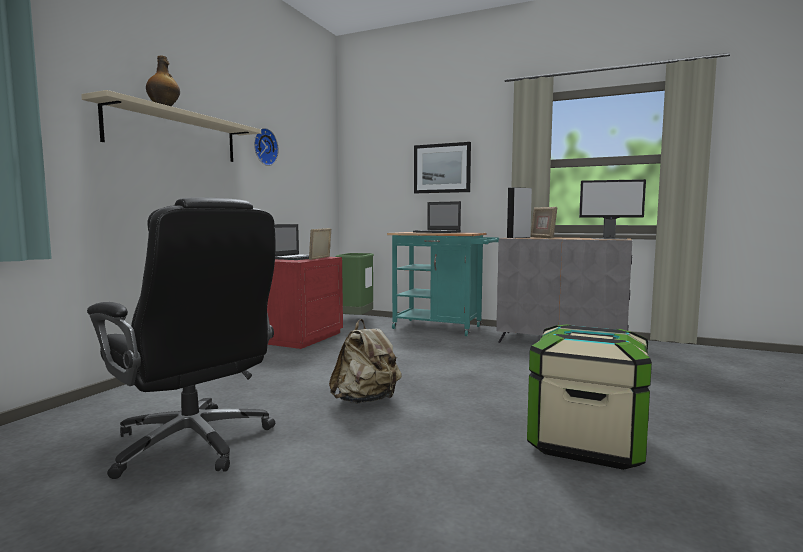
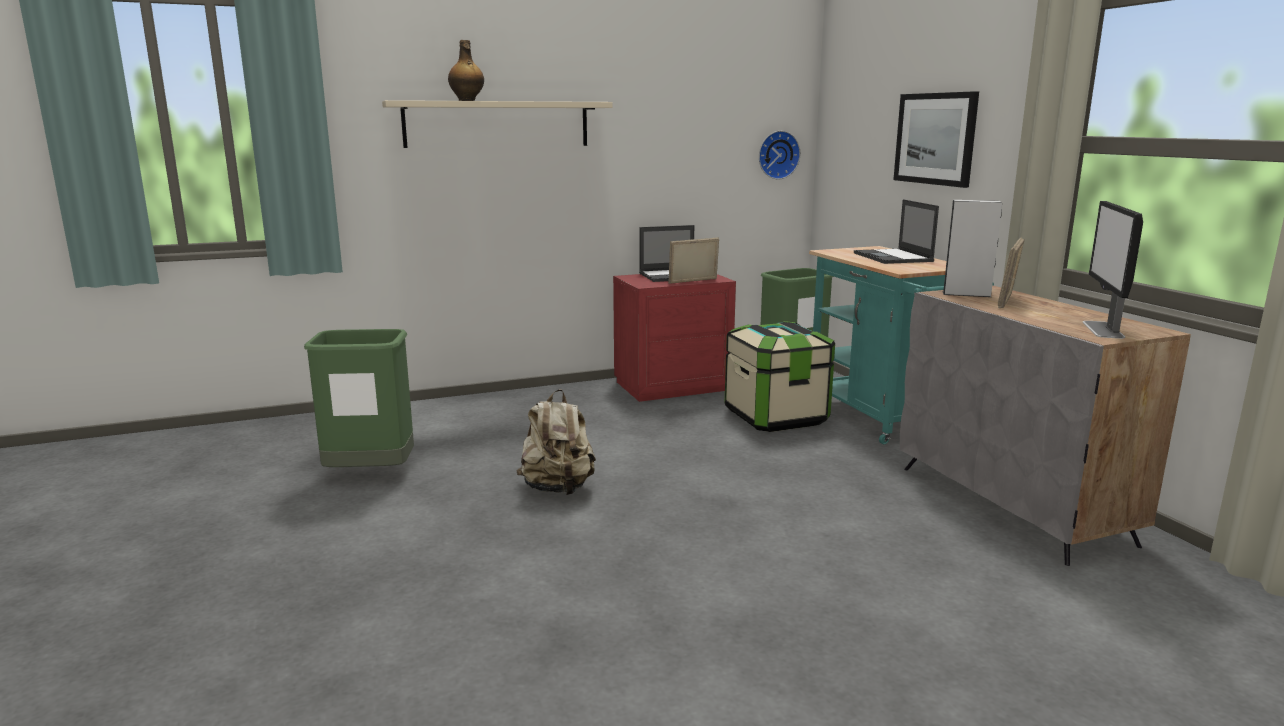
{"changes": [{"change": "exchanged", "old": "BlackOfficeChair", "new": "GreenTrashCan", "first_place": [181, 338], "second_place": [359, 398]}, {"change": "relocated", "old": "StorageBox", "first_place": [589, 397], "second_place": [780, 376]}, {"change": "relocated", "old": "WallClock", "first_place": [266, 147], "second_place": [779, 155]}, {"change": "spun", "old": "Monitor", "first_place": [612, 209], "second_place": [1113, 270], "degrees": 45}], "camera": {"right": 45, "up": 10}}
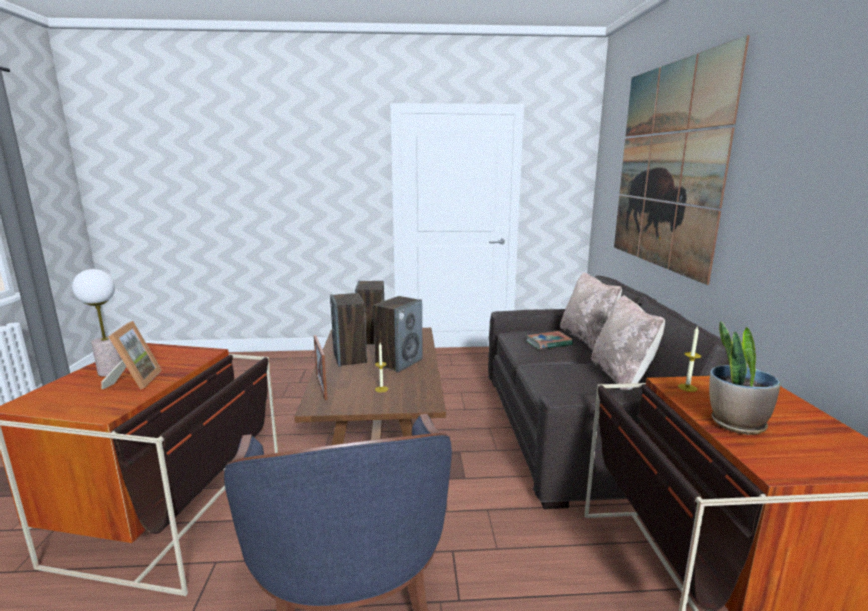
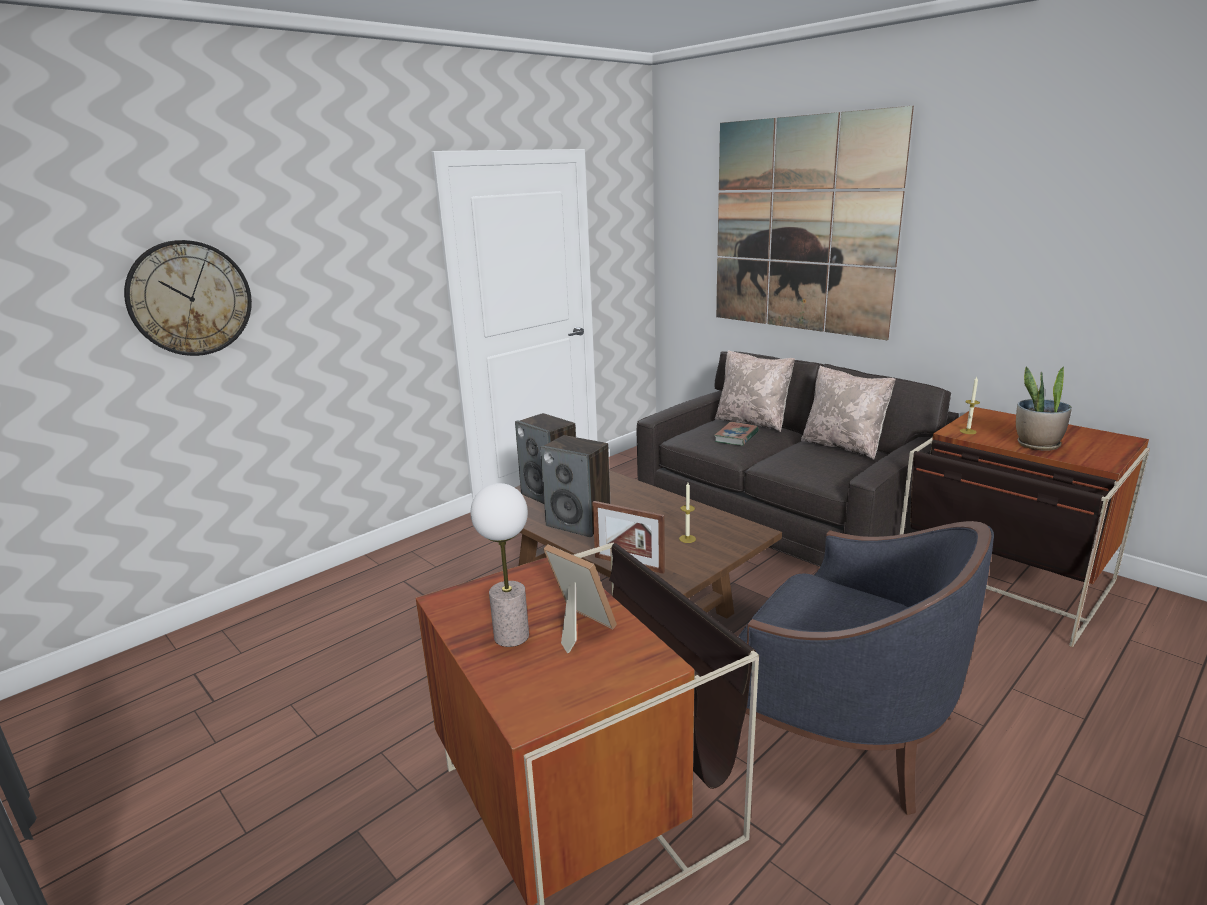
{"changes": [{"change": "appeared", "new": "WallClock", "second_place": [188, 298]}, {"change": "missing", "old": "Speaker", "first_place": [398, 334]}], "camera": {"right": -40, "up": 5}}
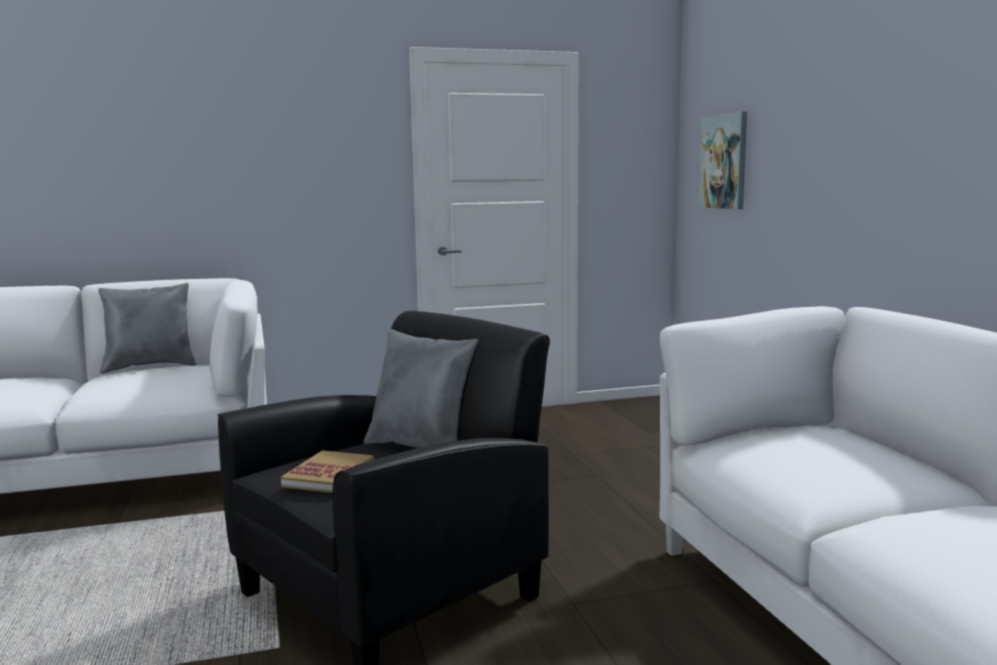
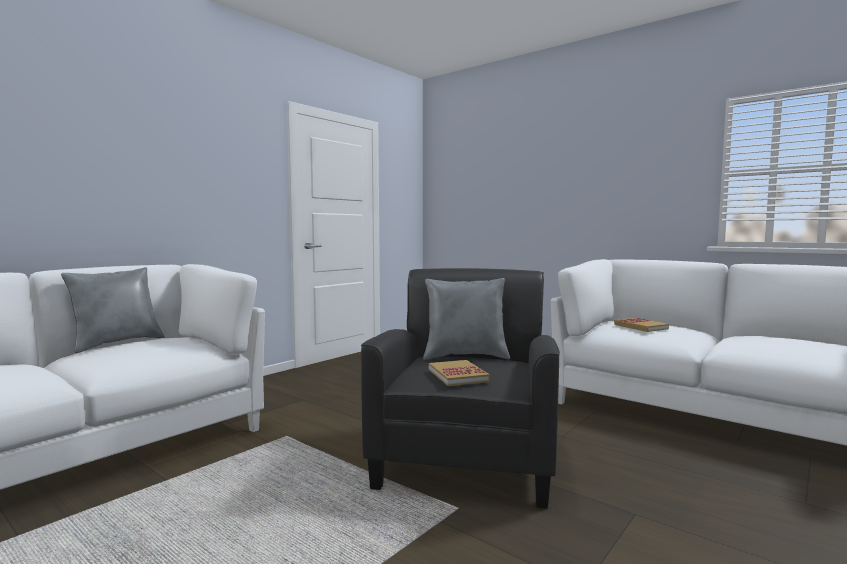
{"changes": [{"change": "appeared", "new": "Book", "second_place": [641, 325]}, {"change": "missing", "old": "Picture", "first_place": [723, 160]}], "camera": {"right": -35, "up": -5}}
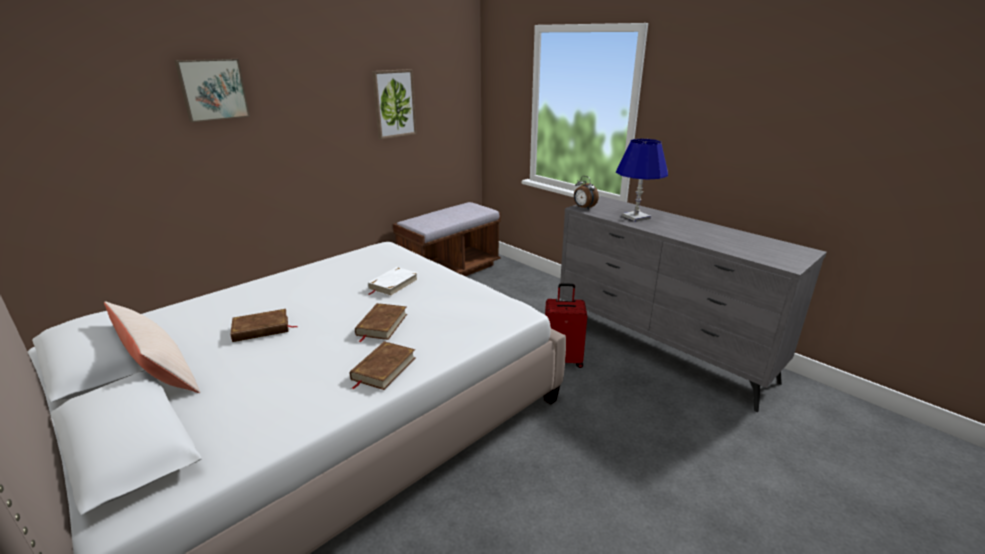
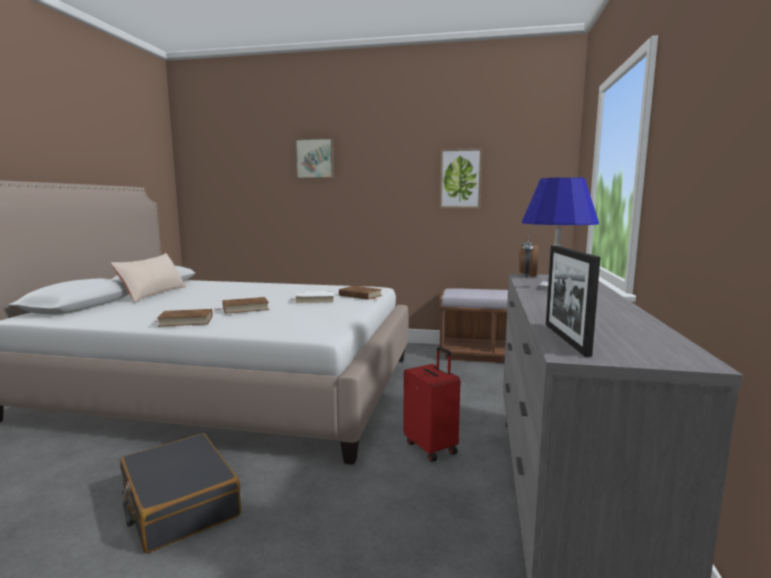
{"changes": [{"change": "appeared", "new": "BlackSuitcase", "second_place": [180, 493]}, {"change": "relocated", "old": "BrownBook", "first_place": [263, 325], "second_place": [360, 293]}, {"change": "appeared", "new": "PictureFrame", "second_place": [573, 301]}], "camera": {"right": 55, "up": -15}}
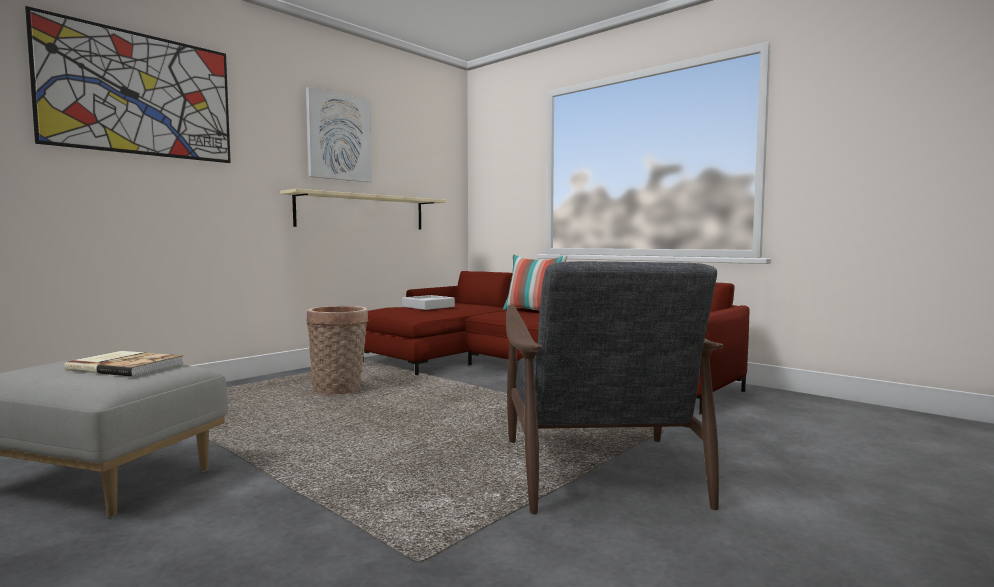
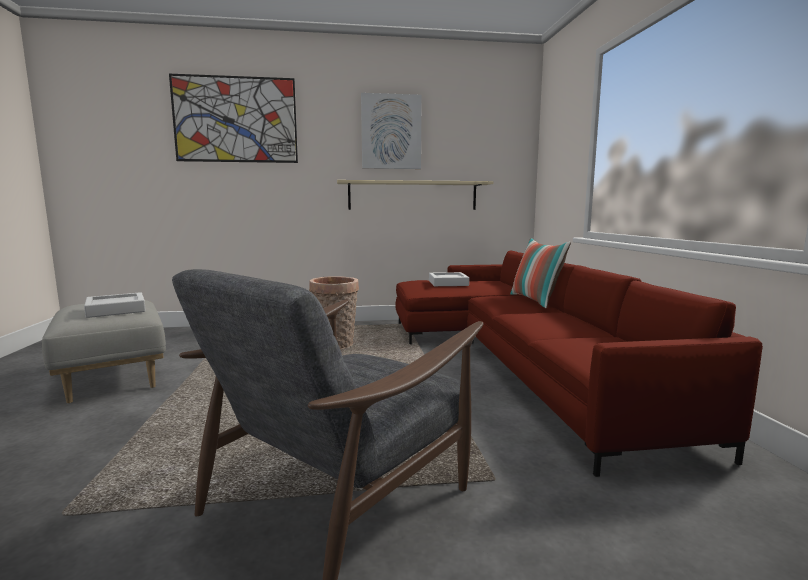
{"changes": [{"change": "exchanged", "old": "Book", "new": "GreyTray", "first_place": [124, 364], "second_place": [115, 305]}], "camera": {"right": 40, "up": 5}}
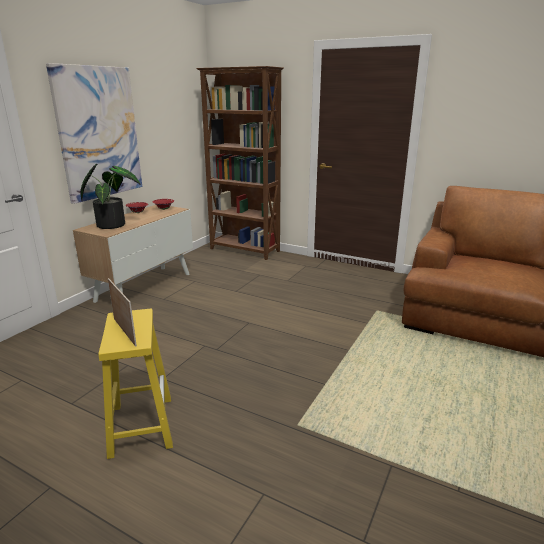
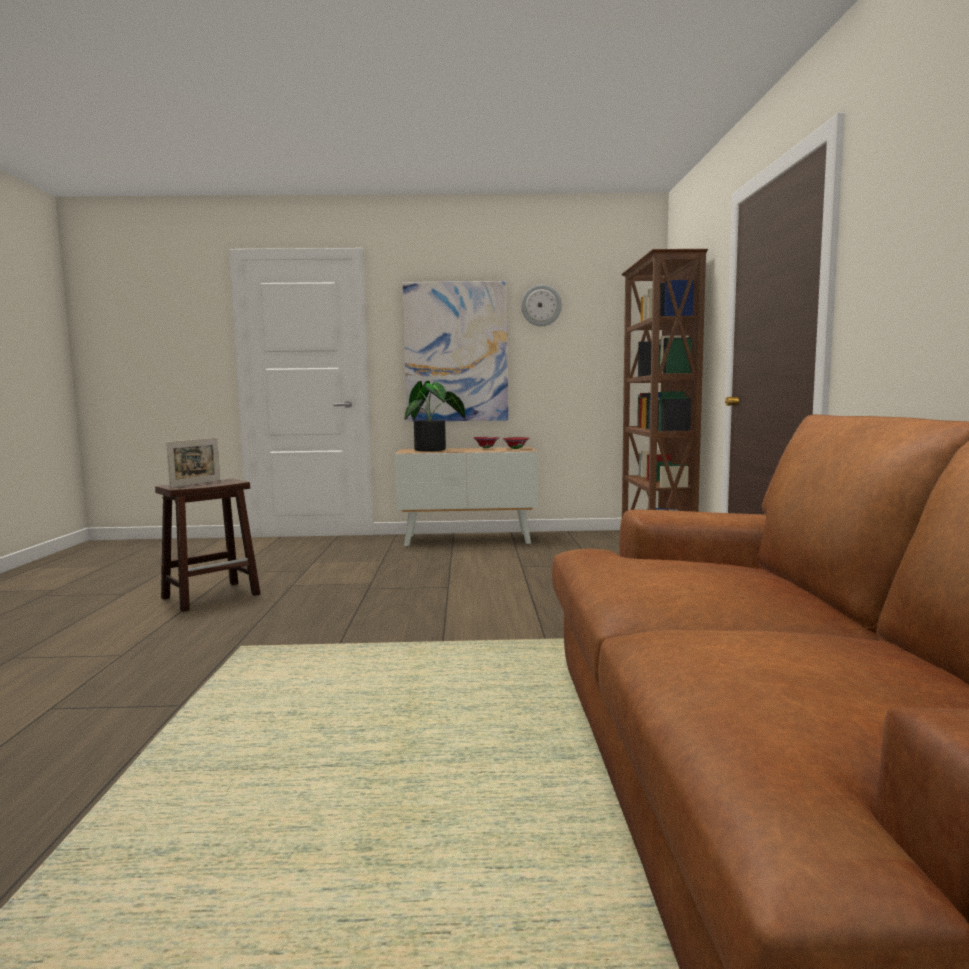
{"changes": [{"change": "colour", "old": "YellowStool", "new": "BrownStool", "first_place": [136, 384], "second_place": [208, 545]}, {"change": "appeared", "new": "WallClock", "second_place": [541, 305]}], "camera": {"right": 60, "up": -15}}
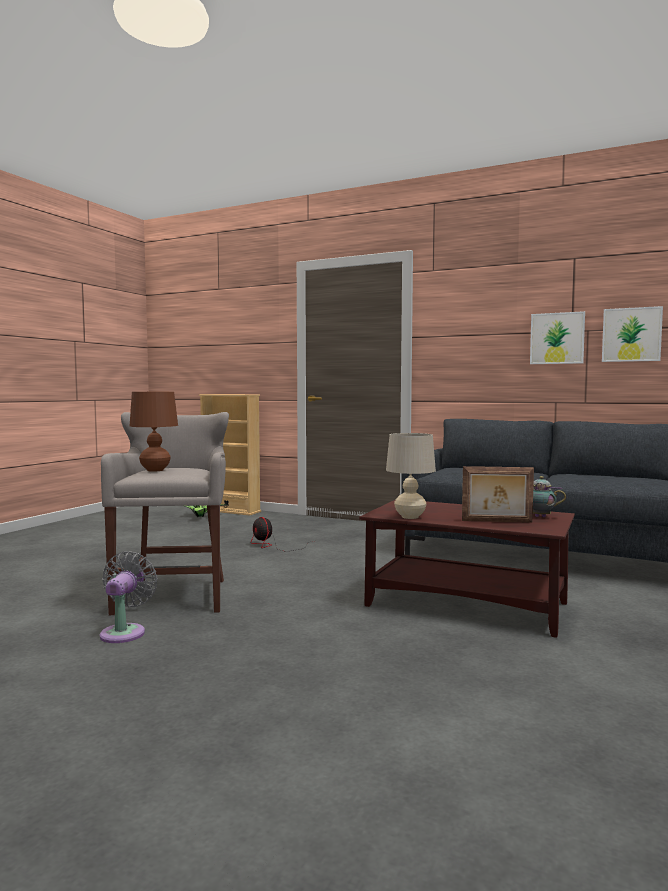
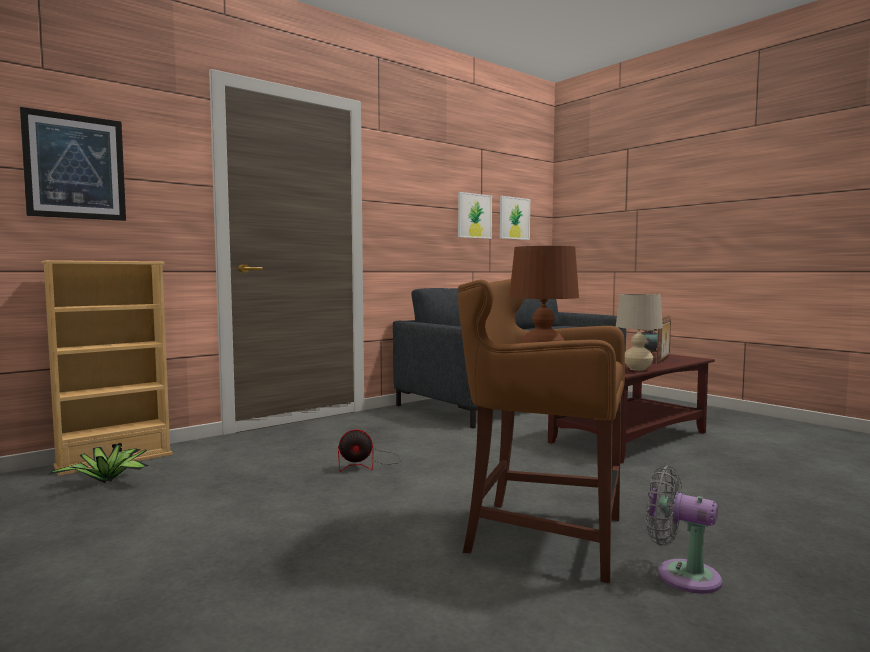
{"changes": [{"change": "appeared", "new": "Picture", "second_place": [73, 164]}, {"change": "colour", "old": "GreyStool", "new": "BrownStool", "first_place": [165, 513], "second_place": [541, 431]}], "camera": {"right": -65, "up": 0}}
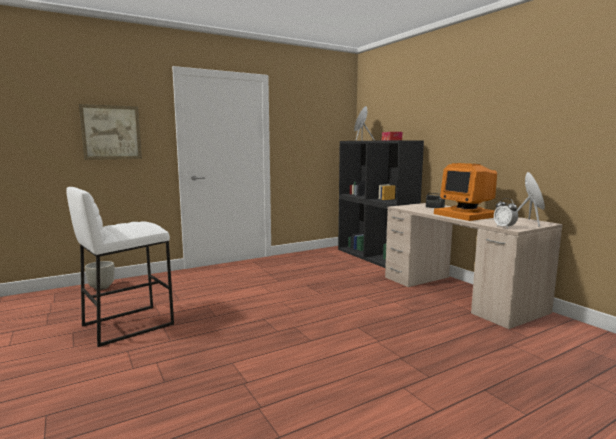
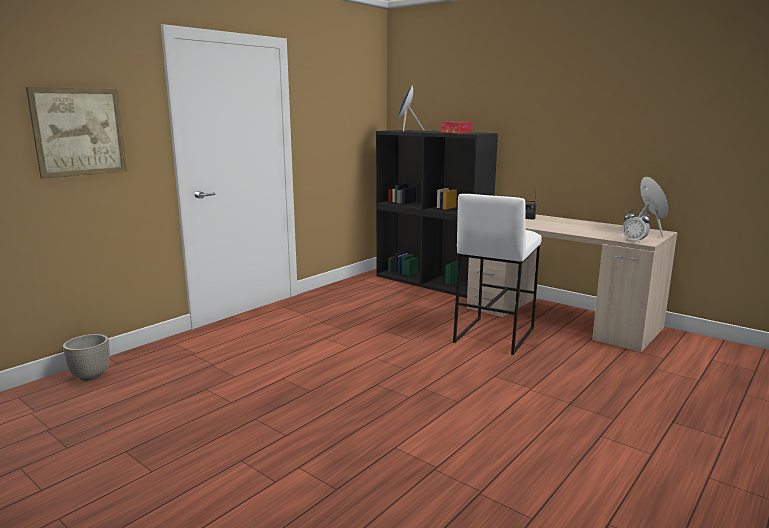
{"changes": [{"change": "relocated", "old": "WhiteStool", "first_place": [120, 267], "second_place": [497, 274]}, {"change": "missing", "old": "Monitor", "first_place": [465, 192]}], "camera": {"right": -20, "up": 5}}
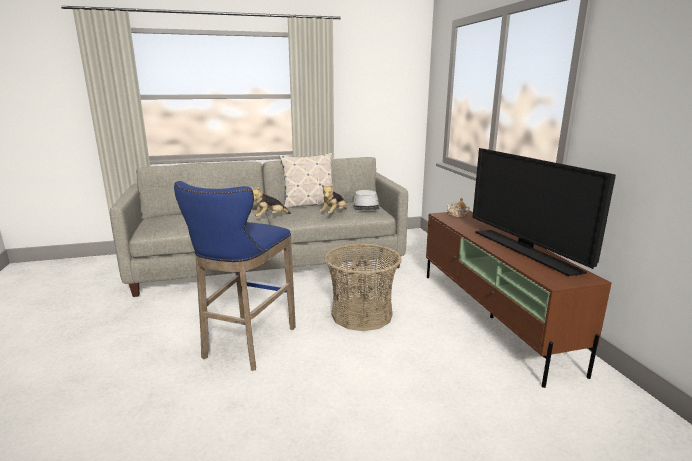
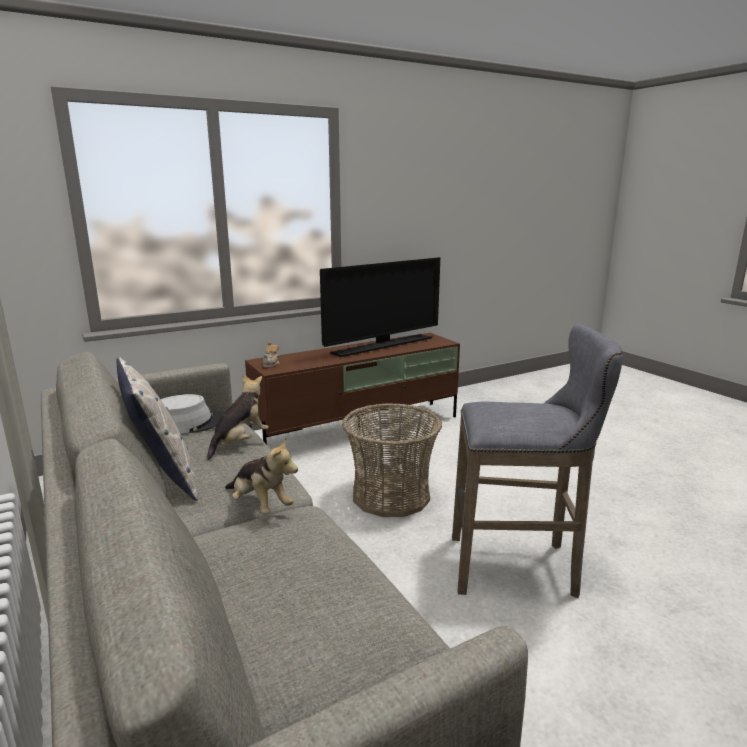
{"changes": [{"change": "spun", "old": "PlushToy", "first_place": [333, 199], "second_place": [238, 417], "degrees": -75}, {"change": "colour", "old": "BlueStool", "new": "GreyStool", "first_place": [235, 276], "second_place": [537, 461]}], "camera": {"right": -105, "up": 0}}
